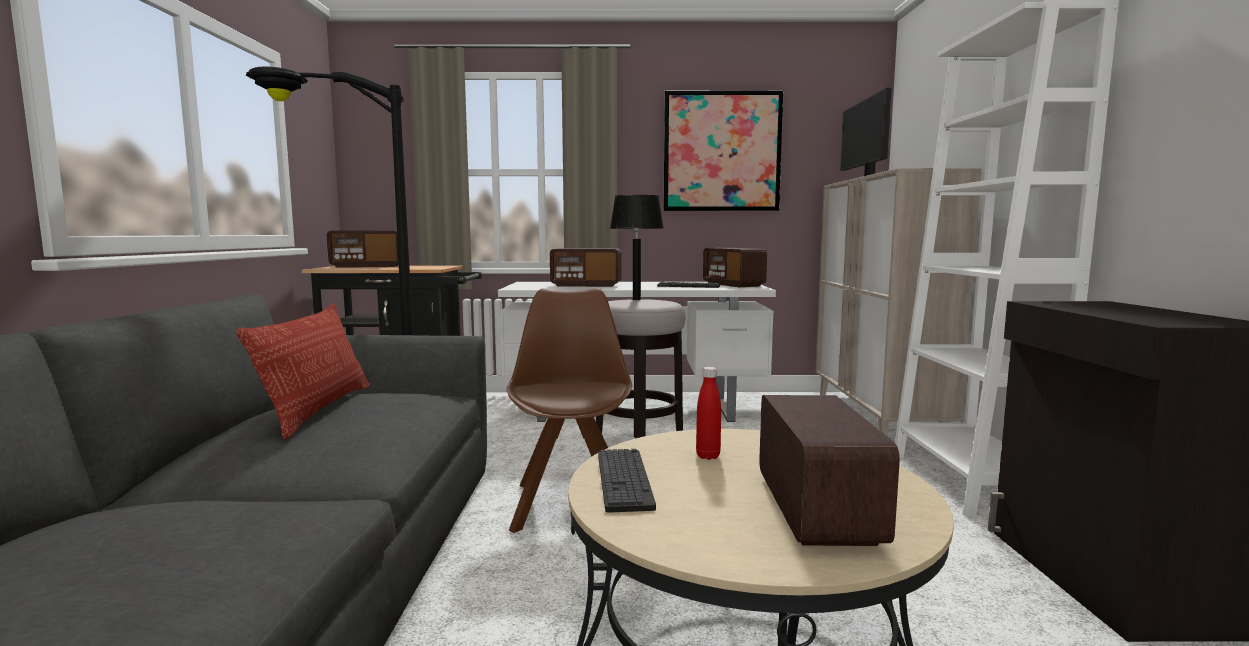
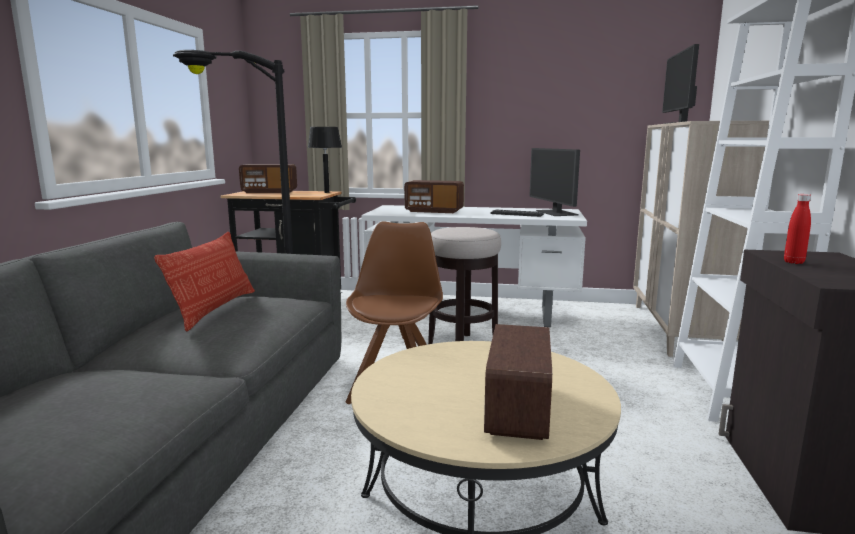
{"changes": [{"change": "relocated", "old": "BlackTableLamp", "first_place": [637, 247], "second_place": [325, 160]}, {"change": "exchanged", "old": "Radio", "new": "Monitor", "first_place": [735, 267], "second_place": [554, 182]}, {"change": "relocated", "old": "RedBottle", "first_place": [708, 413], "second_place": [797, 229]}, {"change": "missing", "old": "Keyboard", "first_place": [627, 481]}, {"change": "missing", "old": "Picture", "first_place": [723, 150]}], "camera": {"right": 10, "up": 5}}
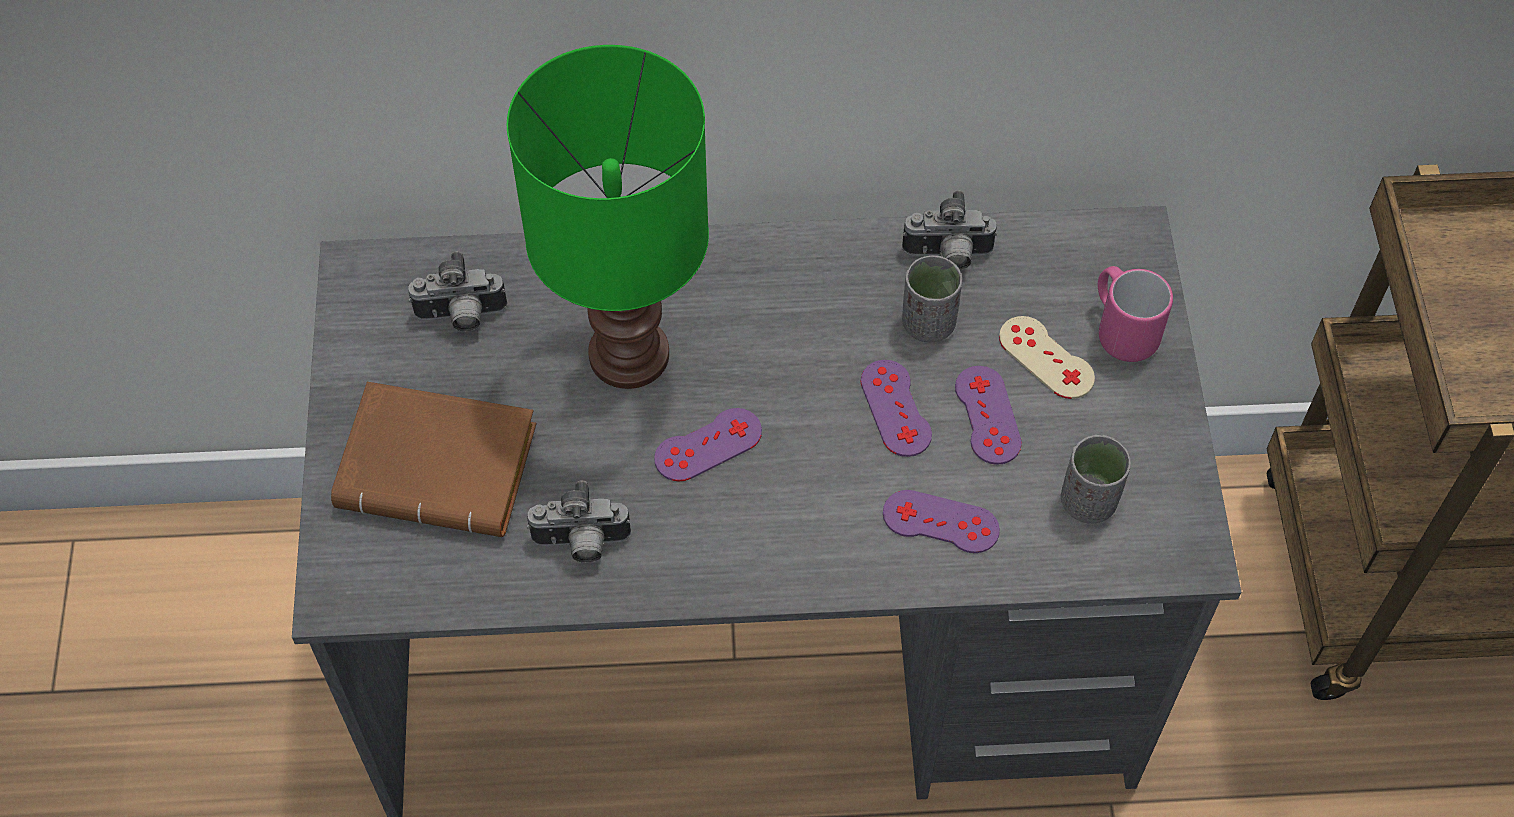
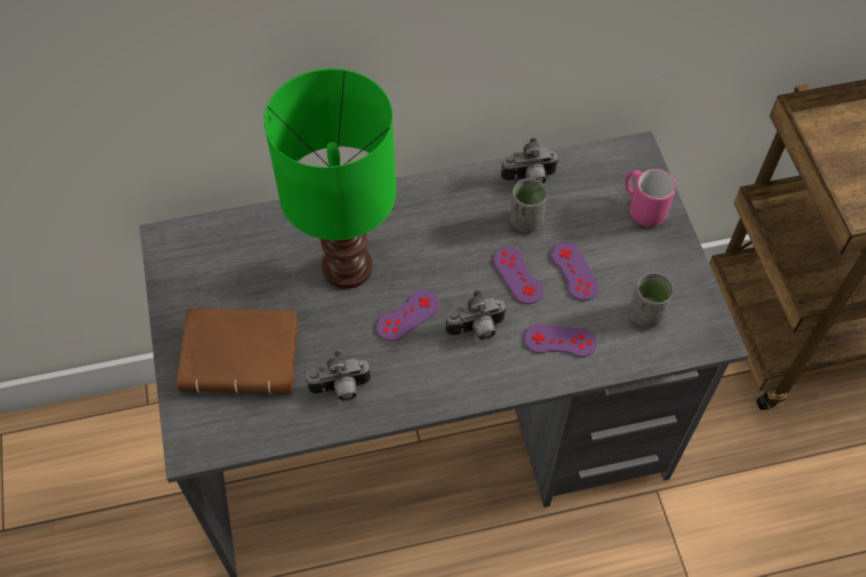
{"changes": [{"change": "relocated", "old": "PhotoCamera", "first_place": [457, 291], "second_place": [476, 314]}, {"change": "missing", "old": "BeigeGameController", "first_place": [1047, 357]}], "camera": {"right": -10, "up": 0}}
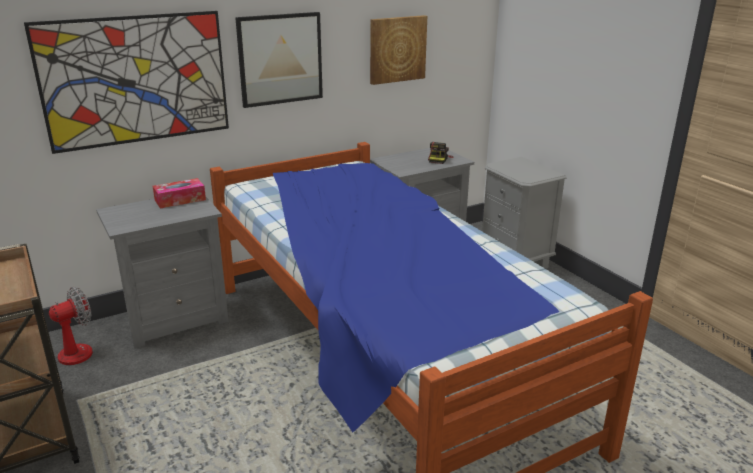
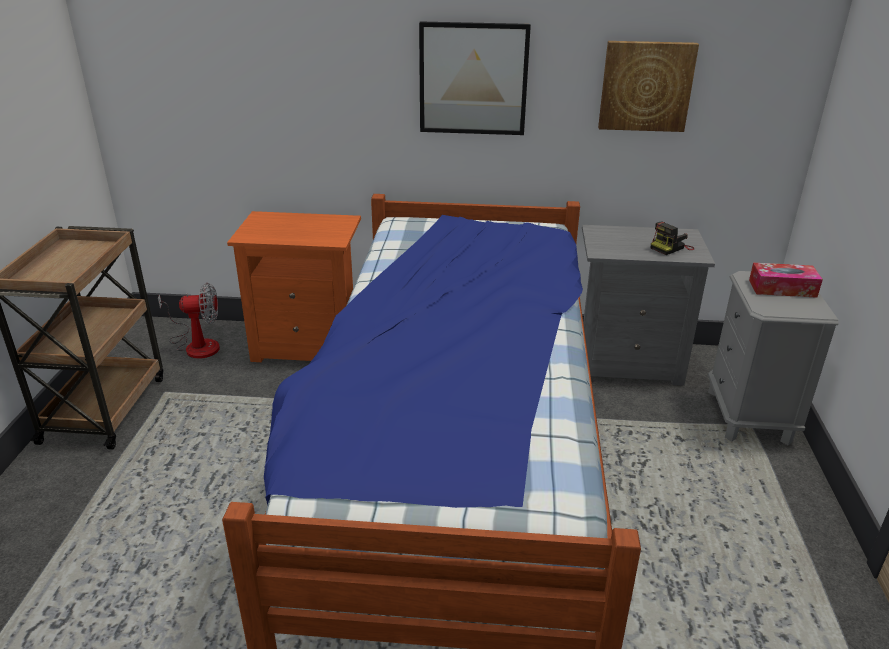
{"changes": [{"change": "colour", "old": "GreyNightstand", "new": "OrangeNightstand", "first_place": [162, 272], "second_place": [294, 286]}, {"change": "relocated", "old": "TissueBox", "first_place": [179, 193], "second_place": [786, 280]}, {"change": "missing", "old": "Picture", "first_place": [126, 82]}], "camera": {"right": 35, "up": 5}}
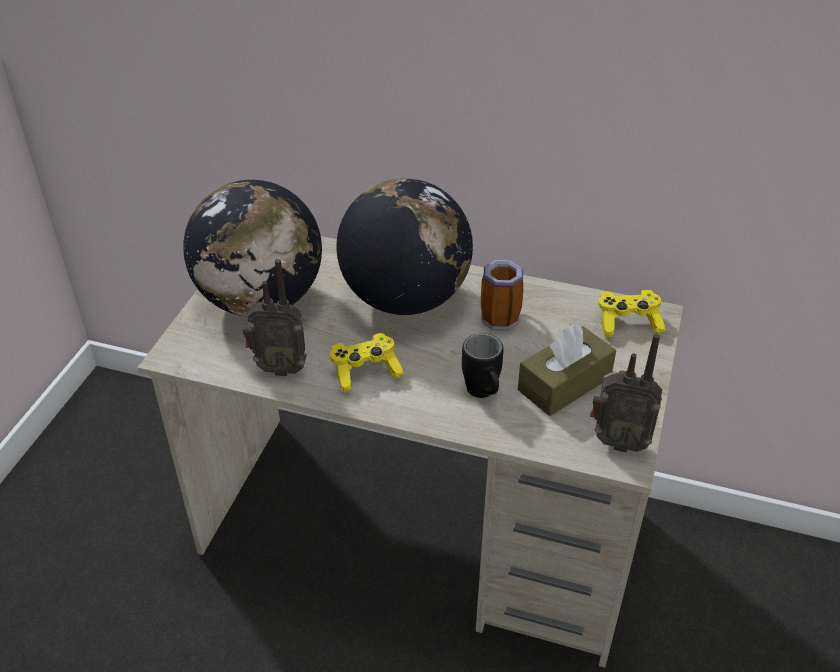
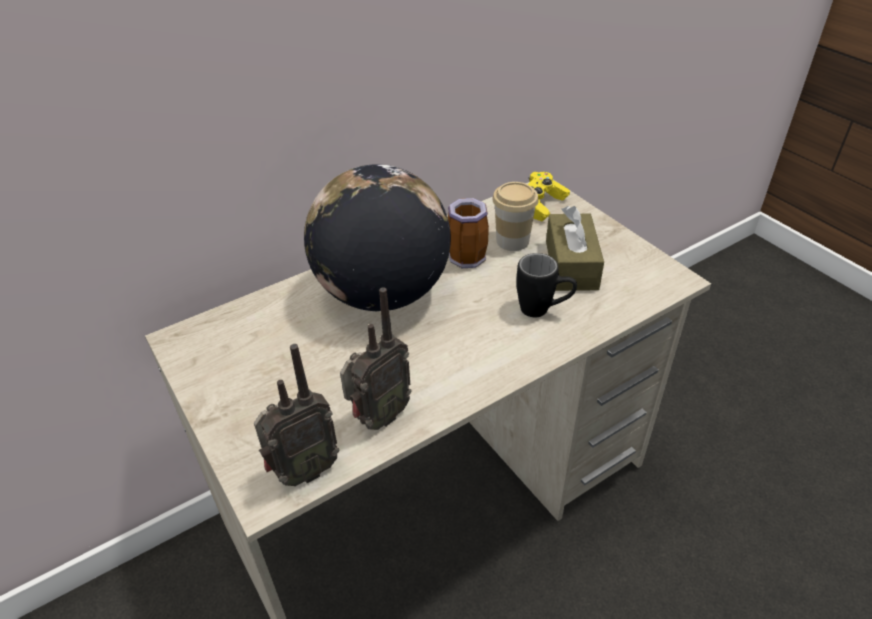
{"changes": [{"change": "relocated", "old": "Radio", "first_place": [626, 393], "second_place": [296, 415]}, {"change": "appeared", "new": "Cup", "second_place": [515, 216]}, {"change": "missing", "old": "Globe", "first_place": [252, 248]}, {"change": "missing", "old": "YellowGameController", "first_place": [367, 362]}], "camera": {"right": -50, "up": 0}}
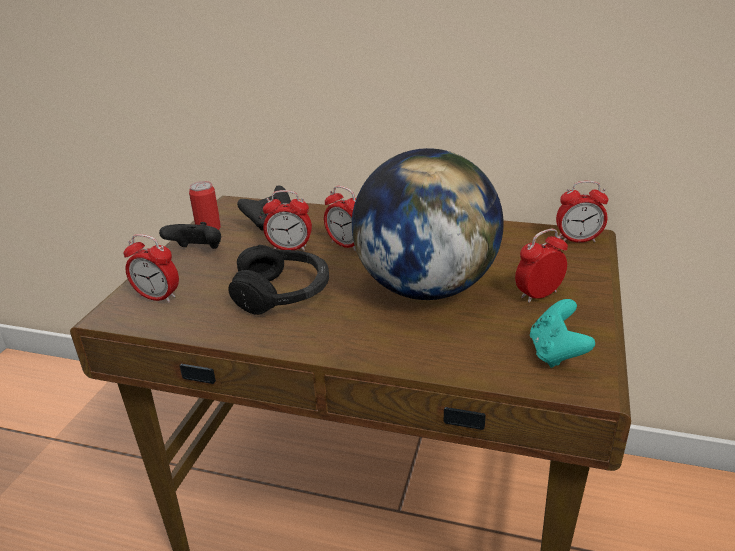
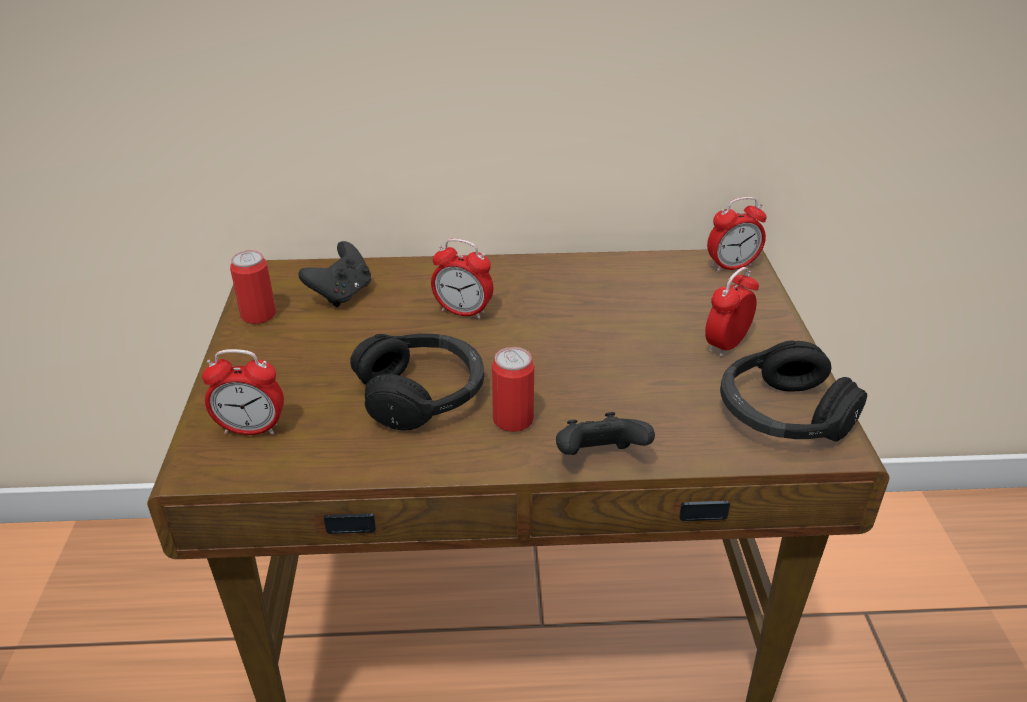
{"changes": [{"change": "appeared", "new": "Can", "second_place": [513, 389]}, {"change": "relocated", "old": "BlackGameController", "first_place": [190, 235], "second_place": [605, 433]}, {"change": "exchanged", "old": "TurquoiseGameController", "new": "BlackHeadphones", "first_place": [562, 333], "second_place": [793, 391]}, {"change": "missing", "old": "AlarmClock", "first_place": [287, 220]}, {"change": "missing", "old": "Globe", "first_place": [428, 224]}], "camera": {"right": -20, "up": 5}}
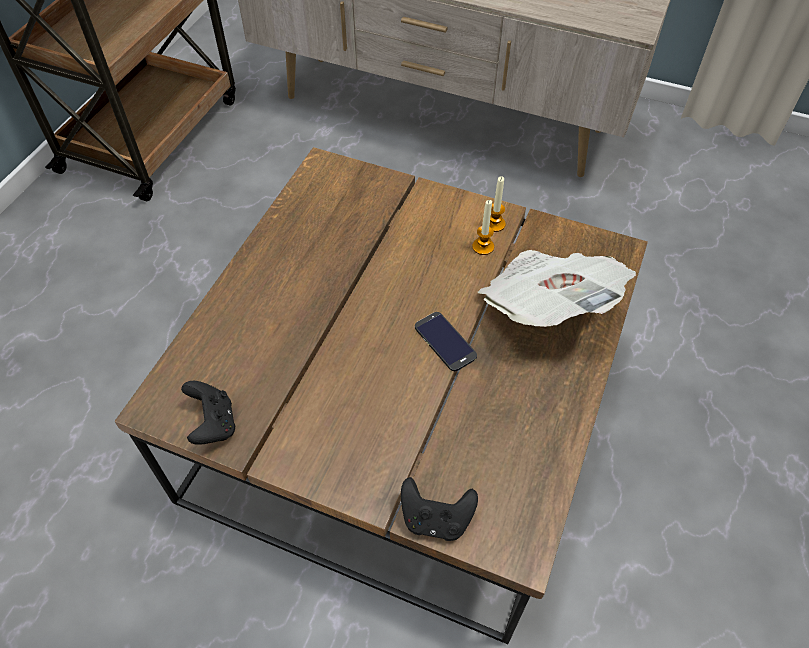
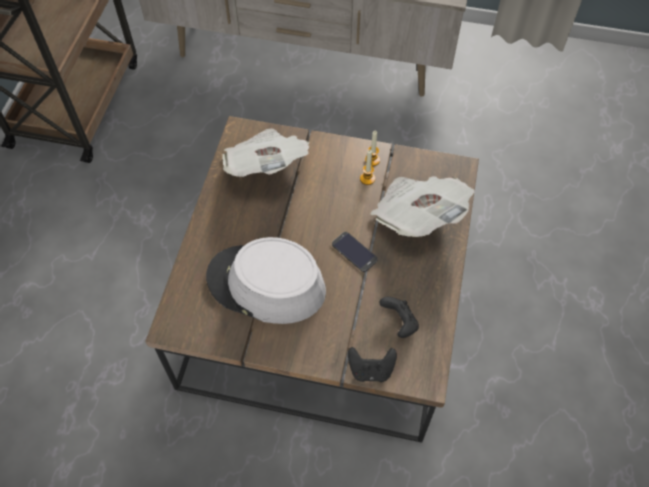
{"changes": [{"change": "appeared", "new": "WhiteHat", "second_place": [266, 280]}, {"change": "appeared", "new": "Newspaper", "second_place": [265, 152]}, {"change": "relocated", "old": "BlackGameController", "first_place": [208, 413], "second_place": [399, 317]}], "camera": {"right": -10, "up": 5}}
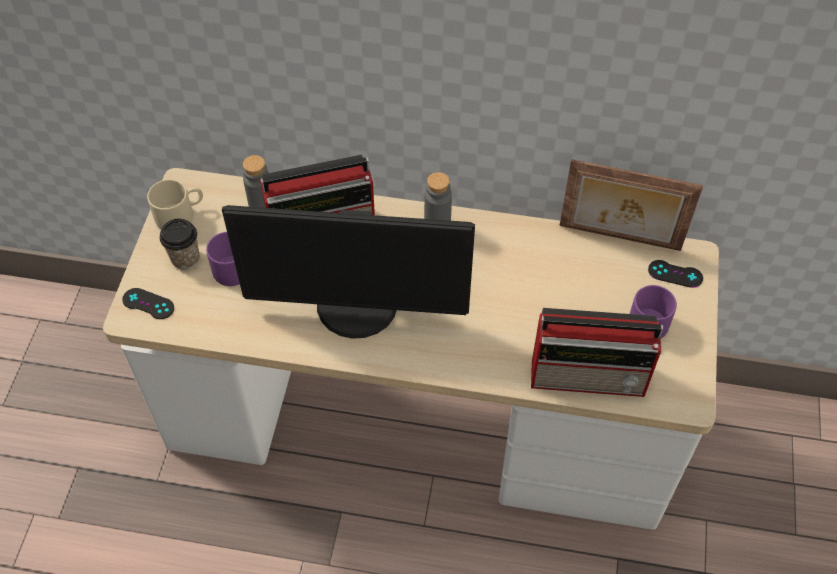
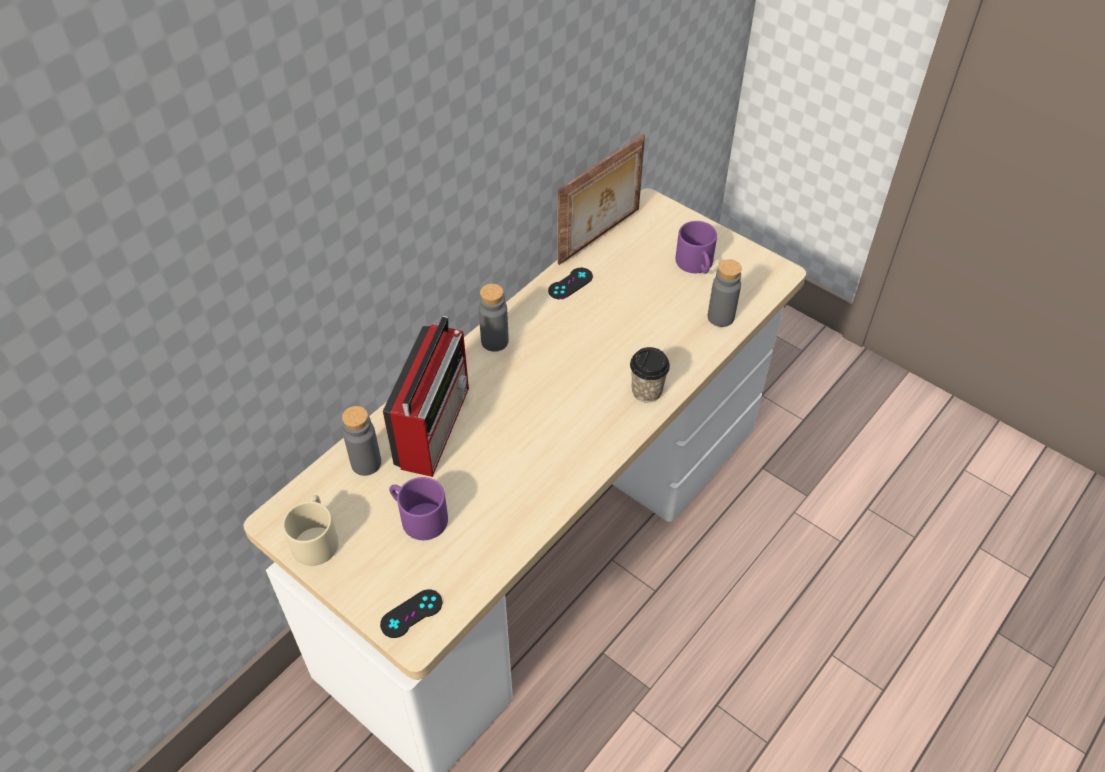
{"changes": [{"change": "relocated", "old": "BlackGameController", "first_place": [675, 274], "second_place": [570, 283]}, {"change": "relocated", "old": "Cup", "first_place": [179, 244], "second_place": [650, 375]}, {"change": "exchanged", "old": "Radio", "new": "GreyBottle", "first_place": [597, 352], "second_place": [725, 293]}, {"change": "missing", "old": "Monitor", "first_place": [348, 272]}], "camera": {"right": -60, "up": -5}}
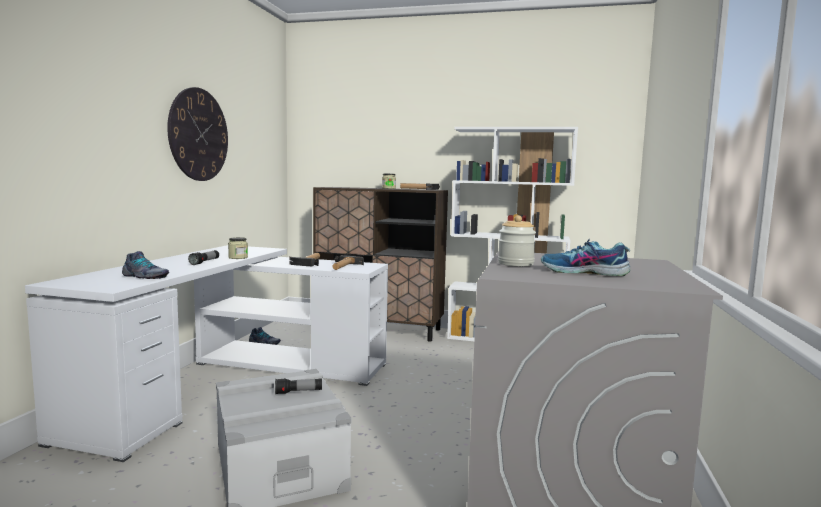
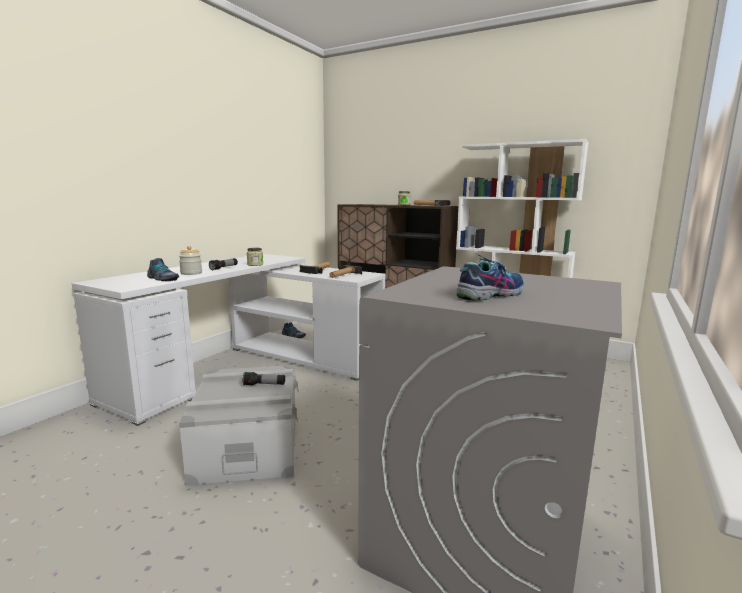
{"changes": [{"change": "relocated", "old": "Jar", "first_place": [517, 240], "second_place": [190, 260]}, {"change": "spun", "old": "Shoe", "first_place": [585, 257], "second_place": [490, 277], "degrees": 105}, {"change": "missing", "old": "WallClock", "first_place": [197, 134]}], "camera": {"right": 15, "up": 5}}
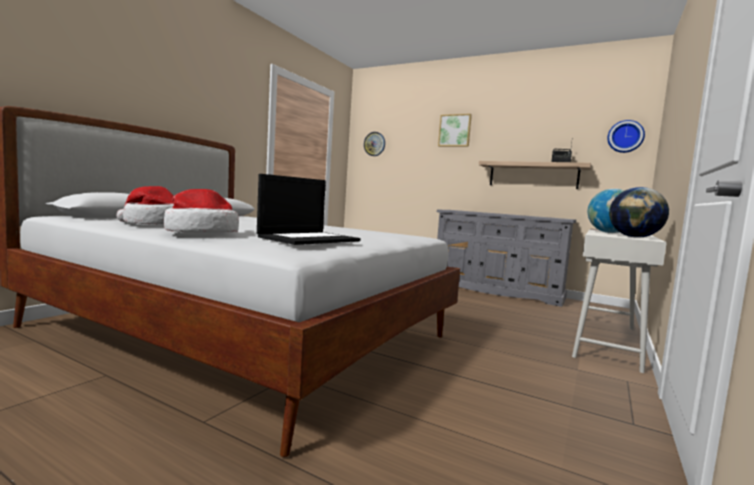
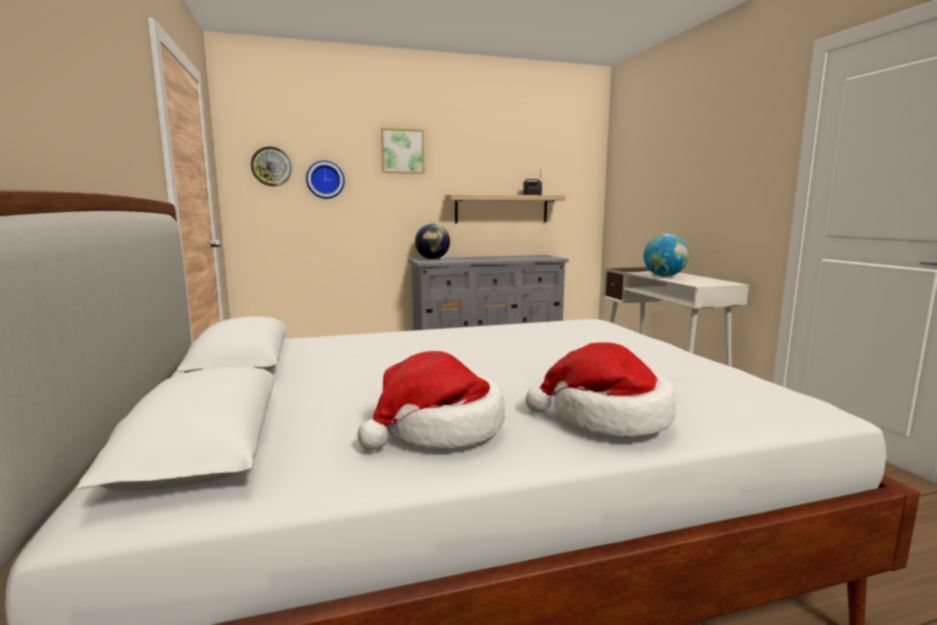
{"changes": [{"change": "relocated", "old": "WallClock", "first_place": [626, 136], "second_place": [325, 179]}, {"change": "relocated", "old": "Globe", "first_place": [639, 212], "second_place": [432, 241]}, {"change": "missing", "old": "Laptop", "first_place": [308, 209]}], "camera": {"right": -45, "up": 5}}
